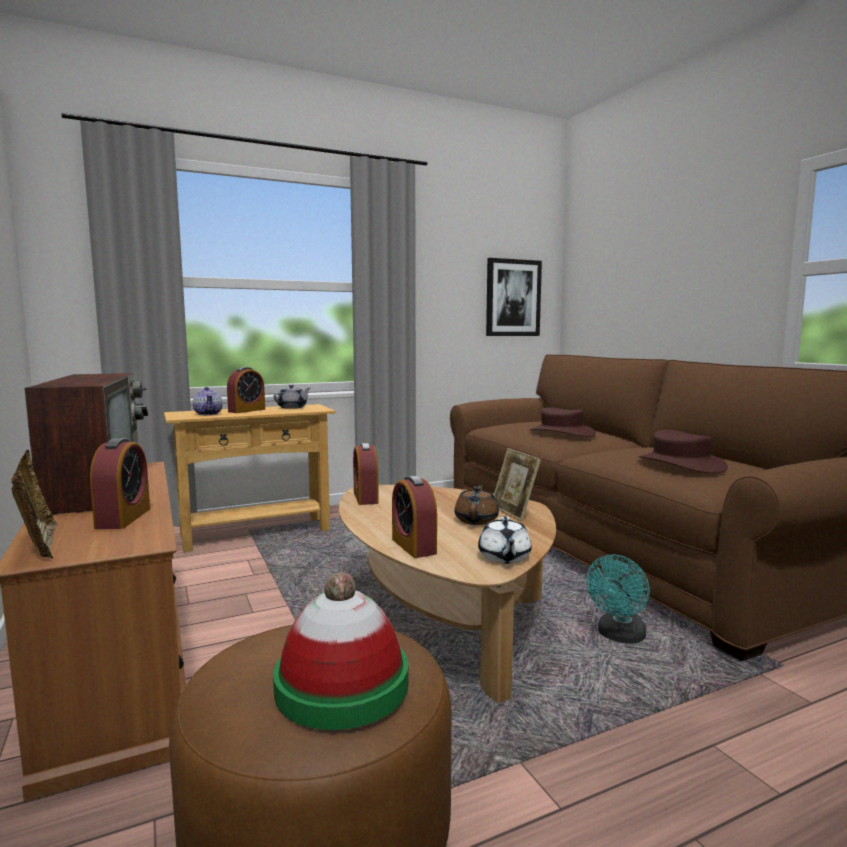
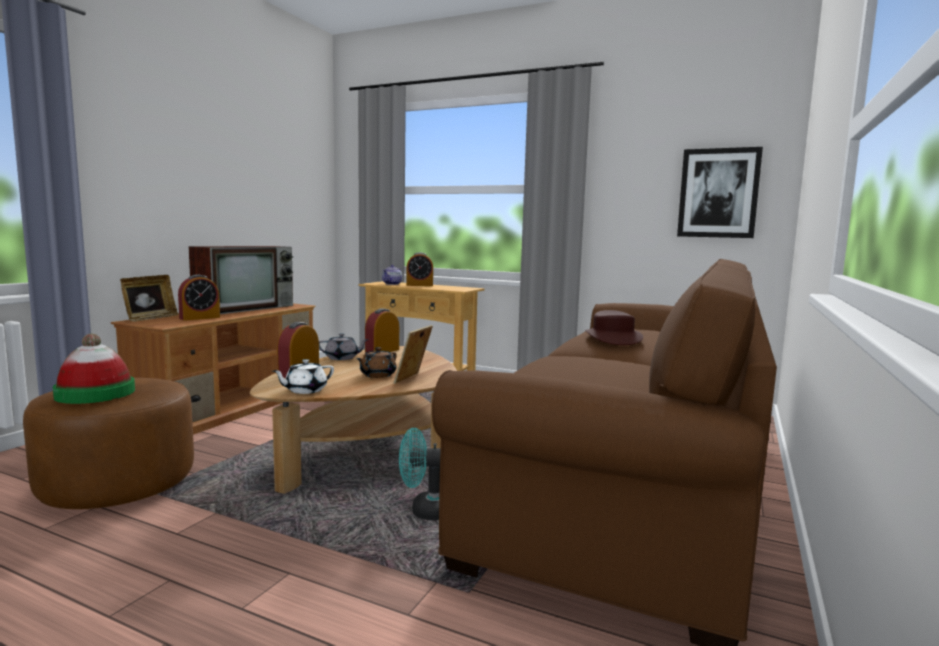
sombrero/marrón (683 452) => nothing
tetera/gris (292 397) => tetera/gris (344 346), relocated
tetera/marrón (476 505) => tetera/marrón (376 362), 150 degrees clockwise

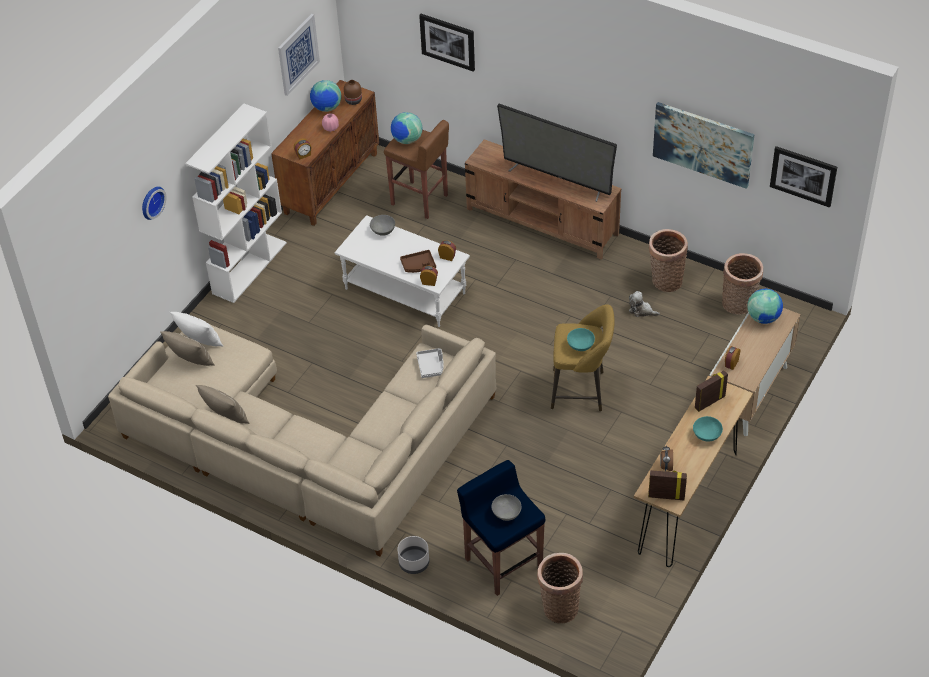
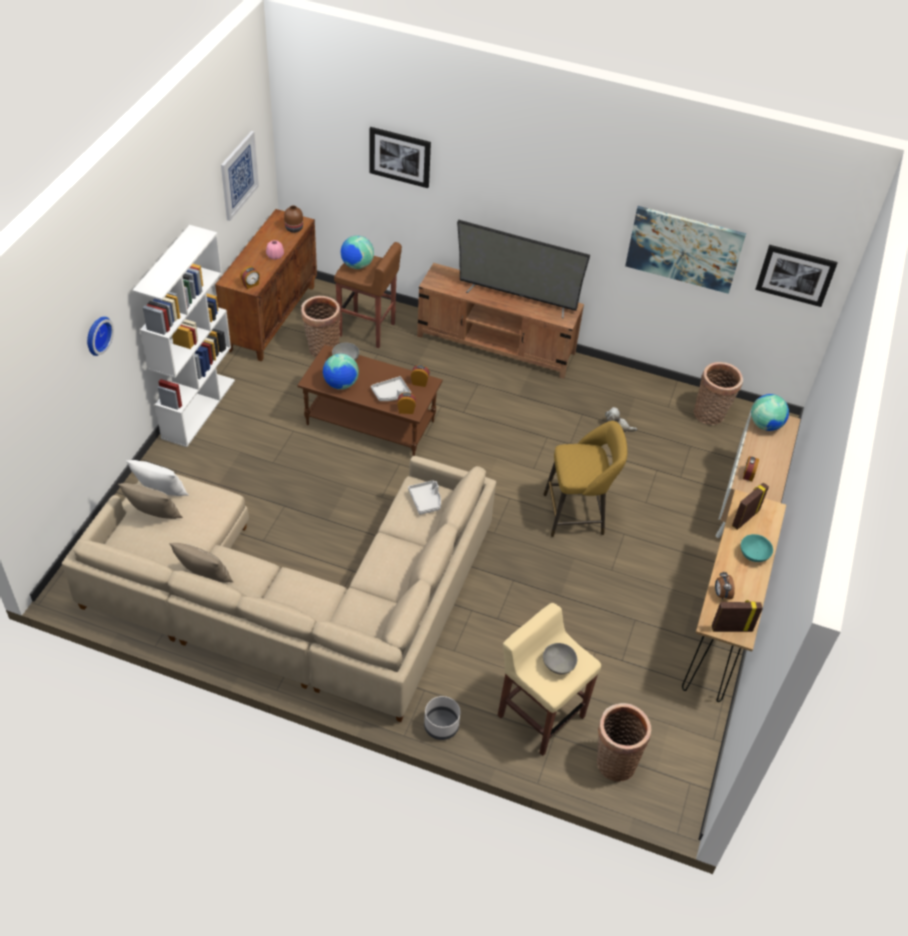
cuenco/turquesa (581 339) => nothing
globo terráqueo (325 96) => globo terráqueo (341 372), relocated
cesta (668 260) => cesta (321 327), relocated
mesa de centro/blanco (402 271) => mesa de centro/marrón (370 400)
bandeja/marrón (418 261) => bandeja/gris (391 388)
taburete/azul (501 528) => taburete/beis (549 679)

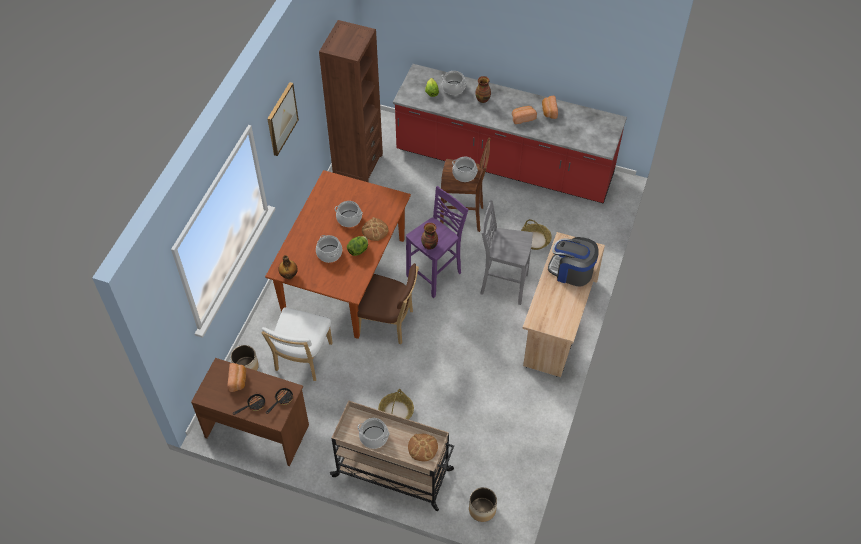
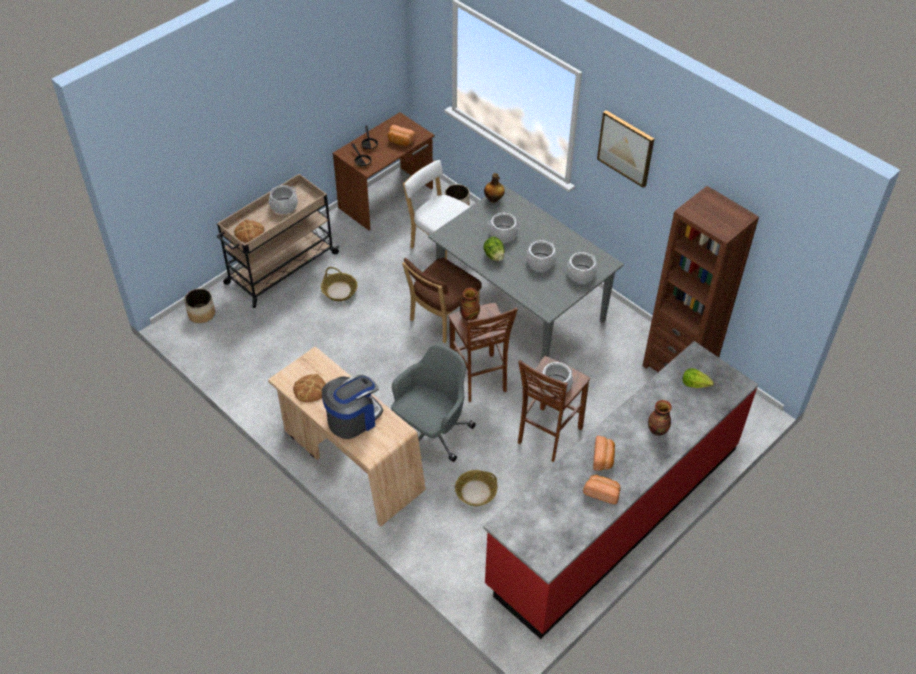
pan (375 229) => pan (309 388), relocated
olla (454 83) => olla (582 267), relocated
taburete/gris (507 252) => silla de oficina/gris (433 403)
mesa de comedor/marrón (338 254) => mesa de comedor/gris (526 272)
taburete/morado (437 242) => taburete/marrón (483 352)

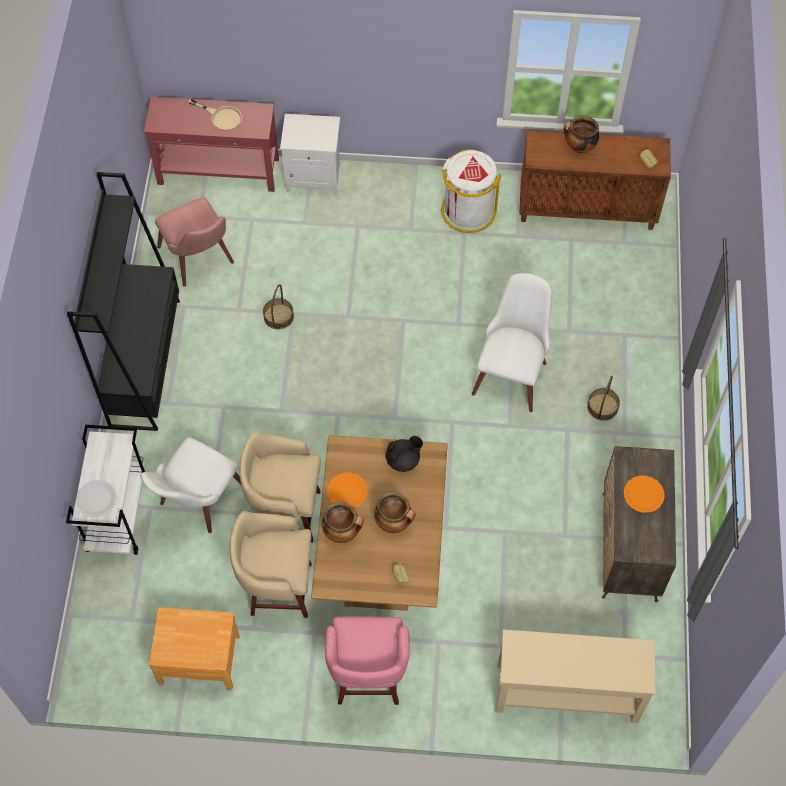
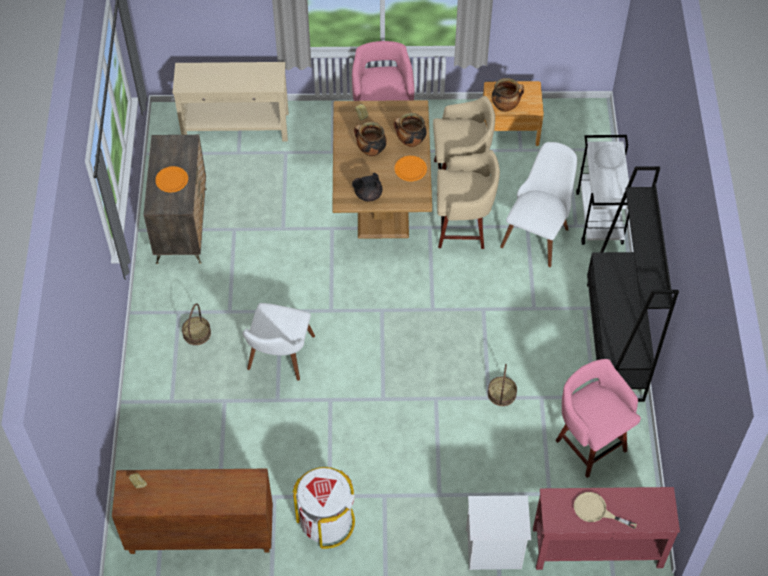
olla (581 134) => olla (508 95), relocated
silla/rosa (194 242) => taburete/rosa (598 418)

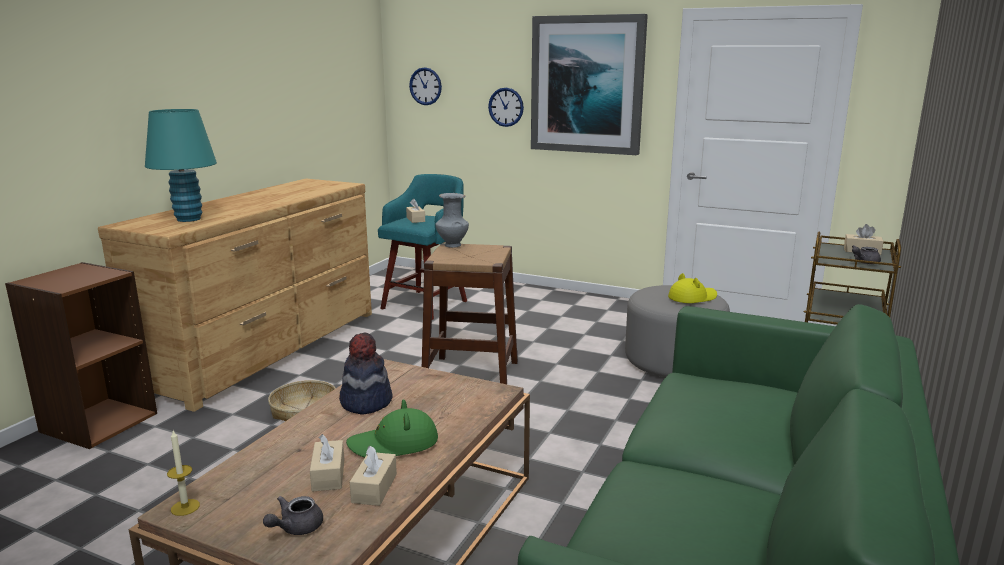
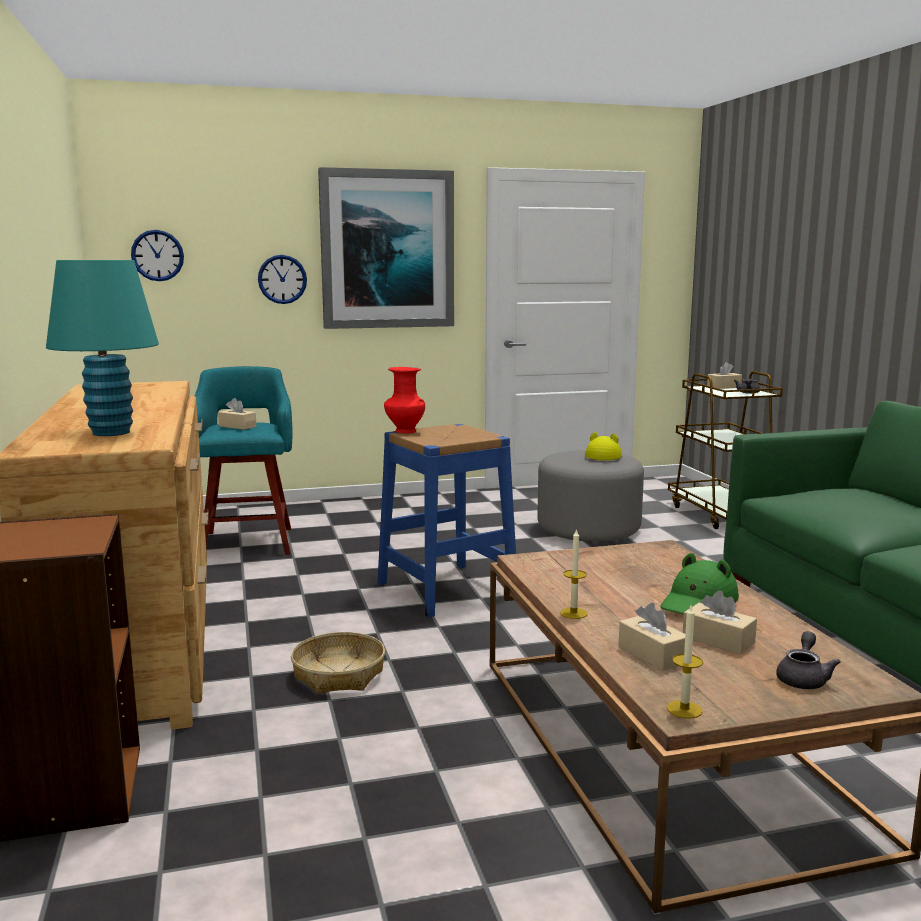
sombrero (366 373) => nothing
nothing => vela (573 573)
caja de pañuelos/beis (373 476) => caja de pañuelos/beis (652 637), relocated
taburete/marrón (470 313) => taburete/azul (446 521)
florero/gris (452 220) => florero/rojo (404 400)
tetera/gris (293 515) => tetera/gris (808 660), 150 degrees counterclockwise

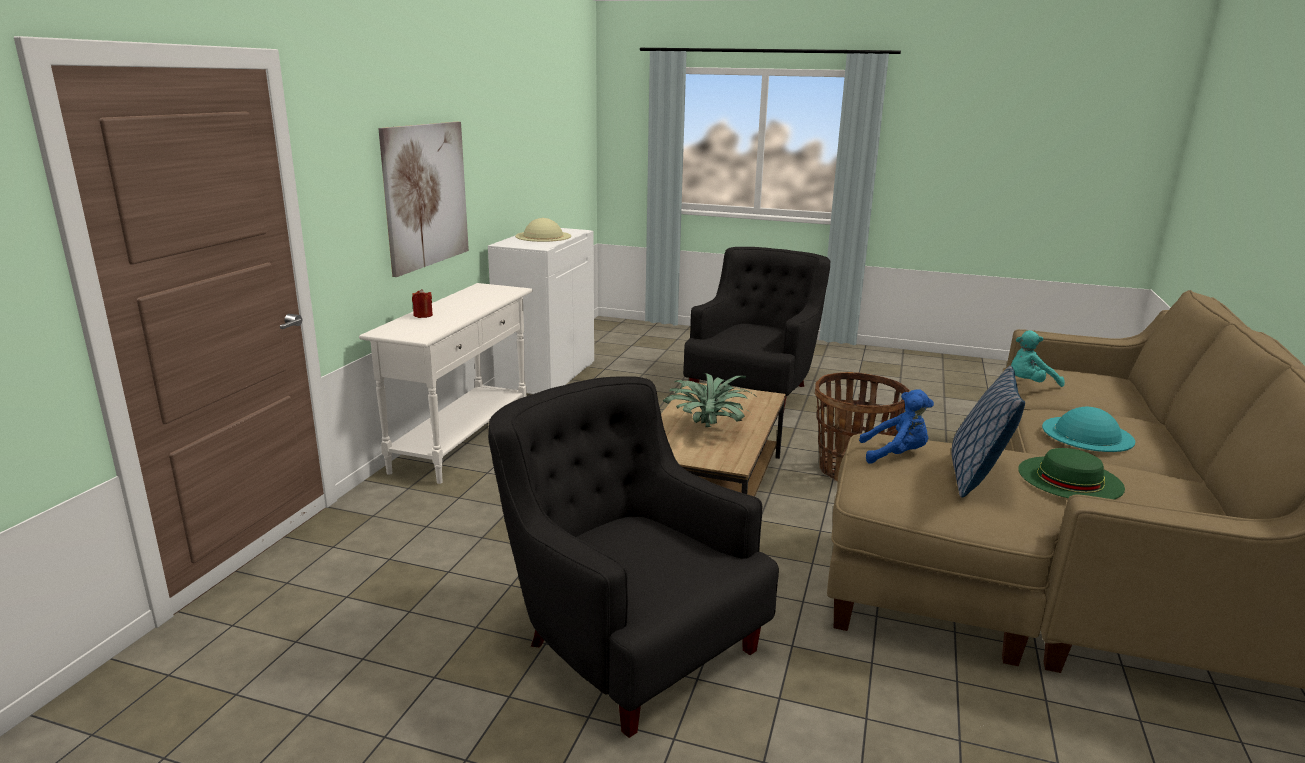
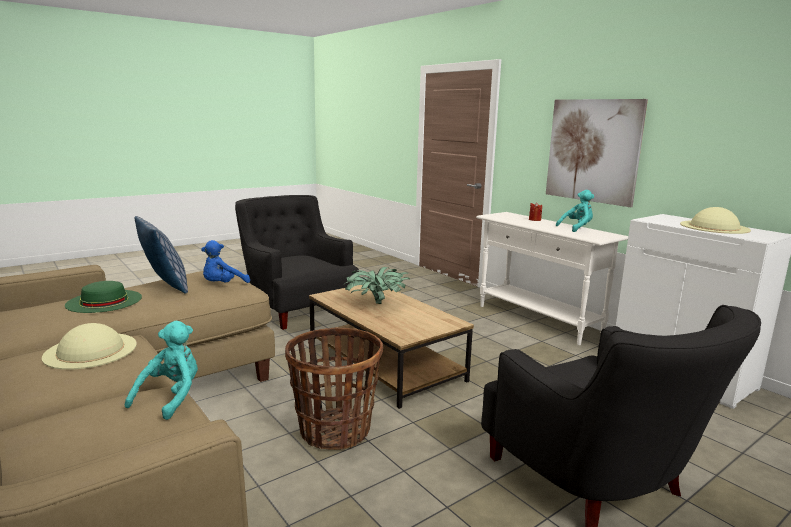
nothing => peluche/turquesa (575 211)
sombrero/turquesa (1088 429) => sombrero/beis (89 346)
sillón/negro (633 557) => sillón/negro (297 262), 120 degrees counterclockwise

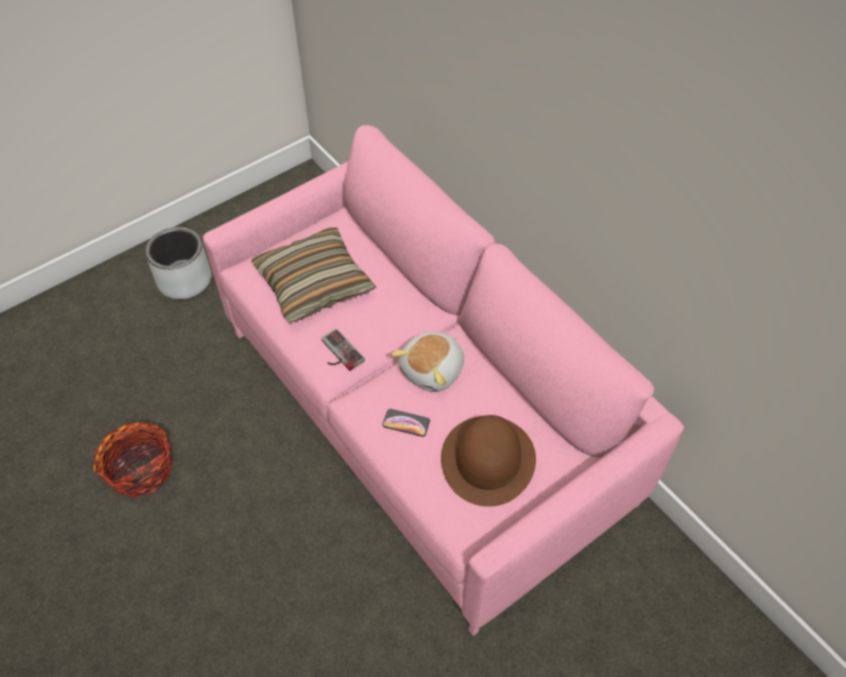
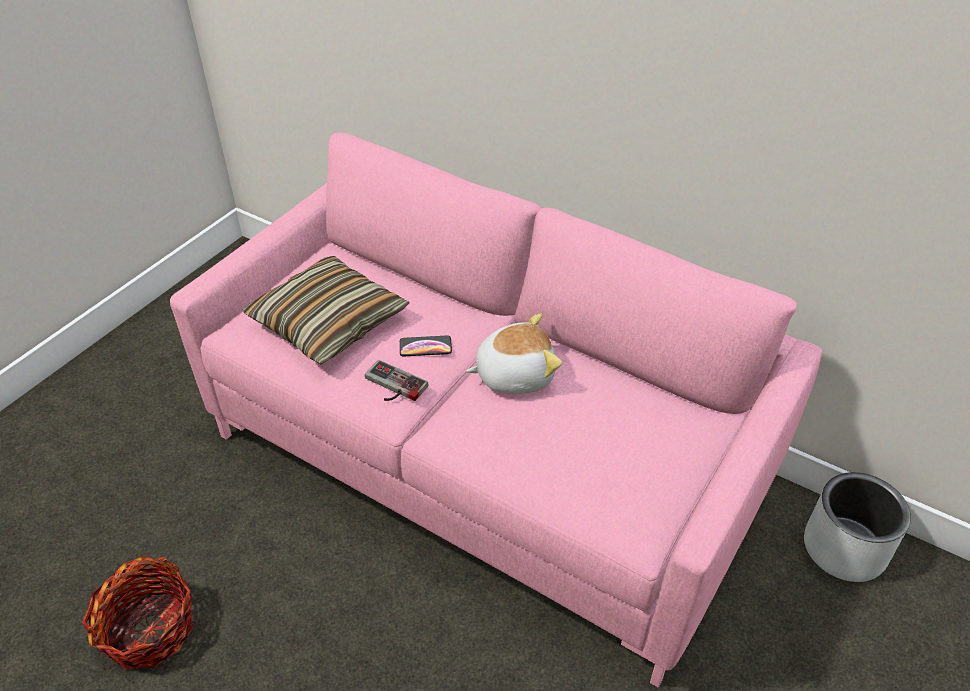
sombrero/marrón (488 461) => nothing
maceta/gris (178 263) => maceta/gris (857 527), relocated
móvil (406 423) => móvil (426 346), relocated
peluche (427 362) => peluche (514 353), 120 degrees counterclockwise

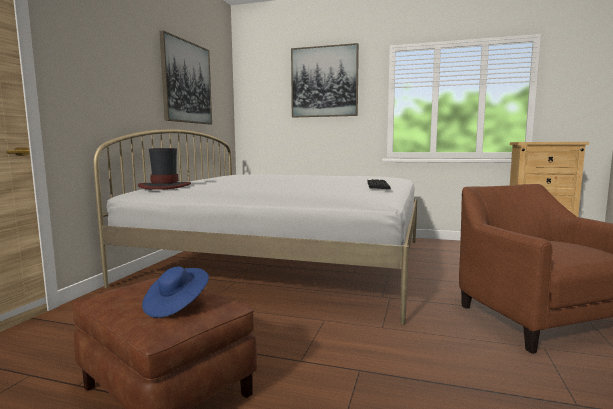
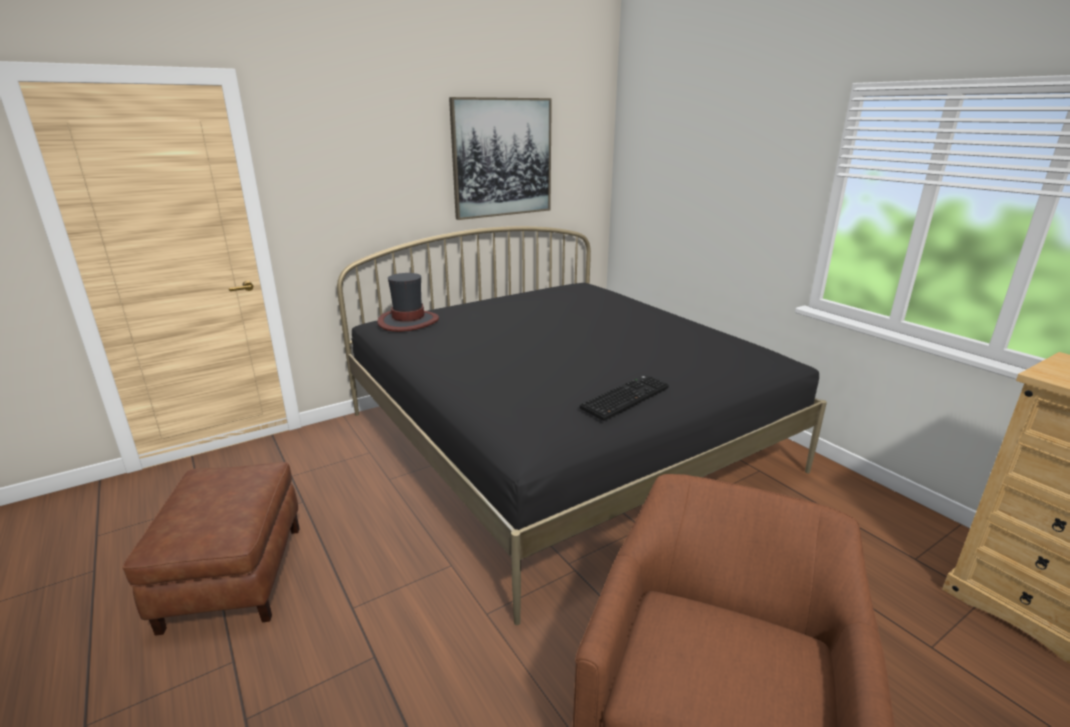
sombrero/azul (175 292) => nothing
cuadro (325 80) => nothing
cama/blanco (255 227) => cama/negro (582 425)

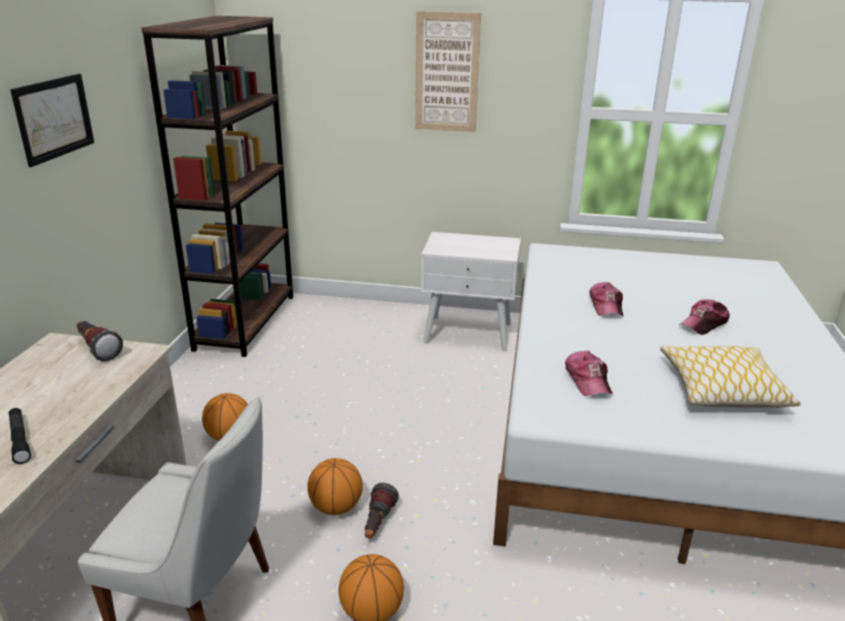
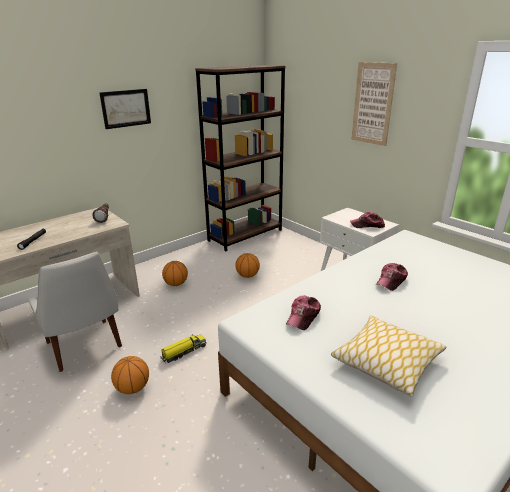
balón de baloncesto (335 486) => balón de baloncesto (247 265), relocated
gorra (704 317) => gorra (367 220), relocated
linterna (382 510) => camión de juguete (183 348)

